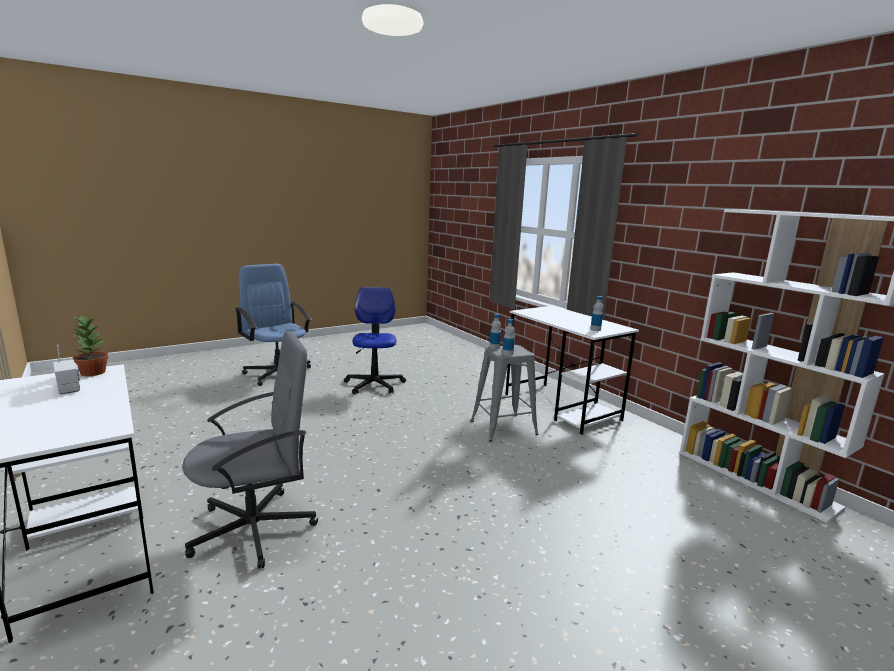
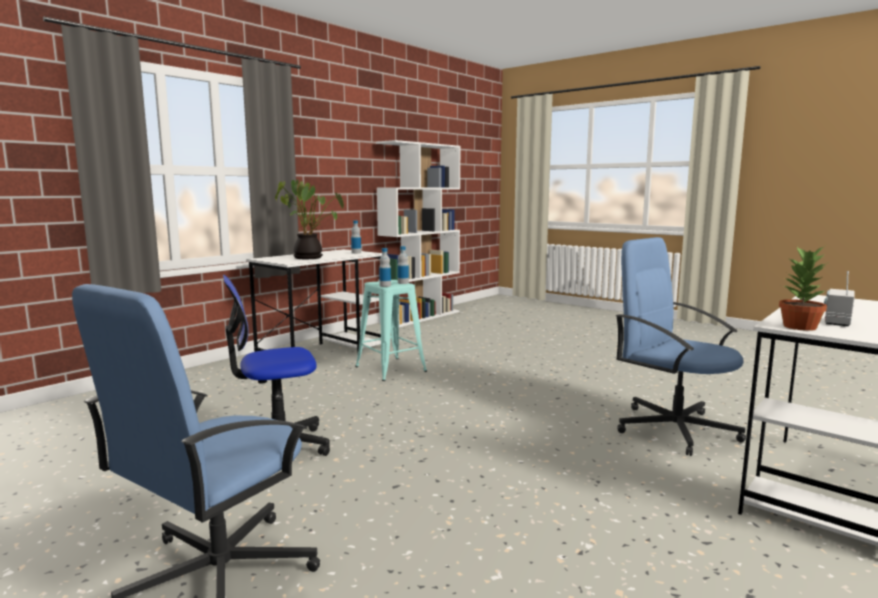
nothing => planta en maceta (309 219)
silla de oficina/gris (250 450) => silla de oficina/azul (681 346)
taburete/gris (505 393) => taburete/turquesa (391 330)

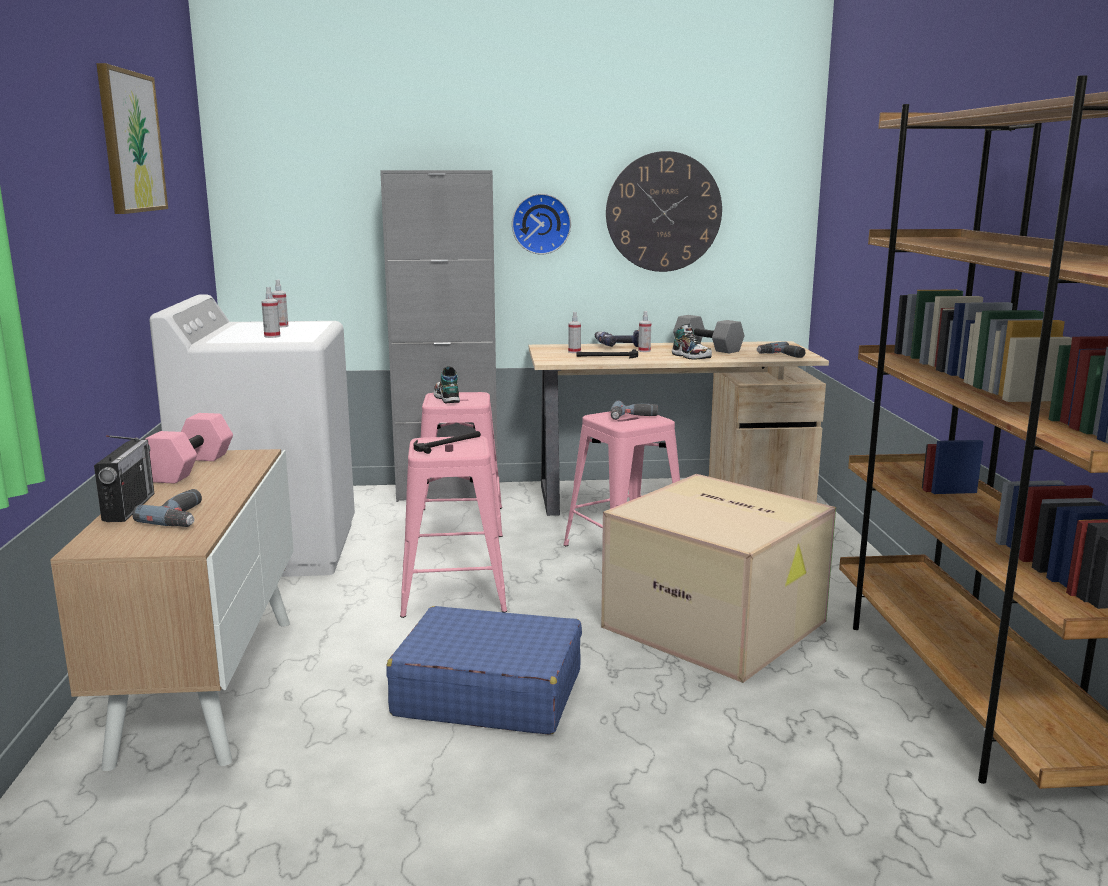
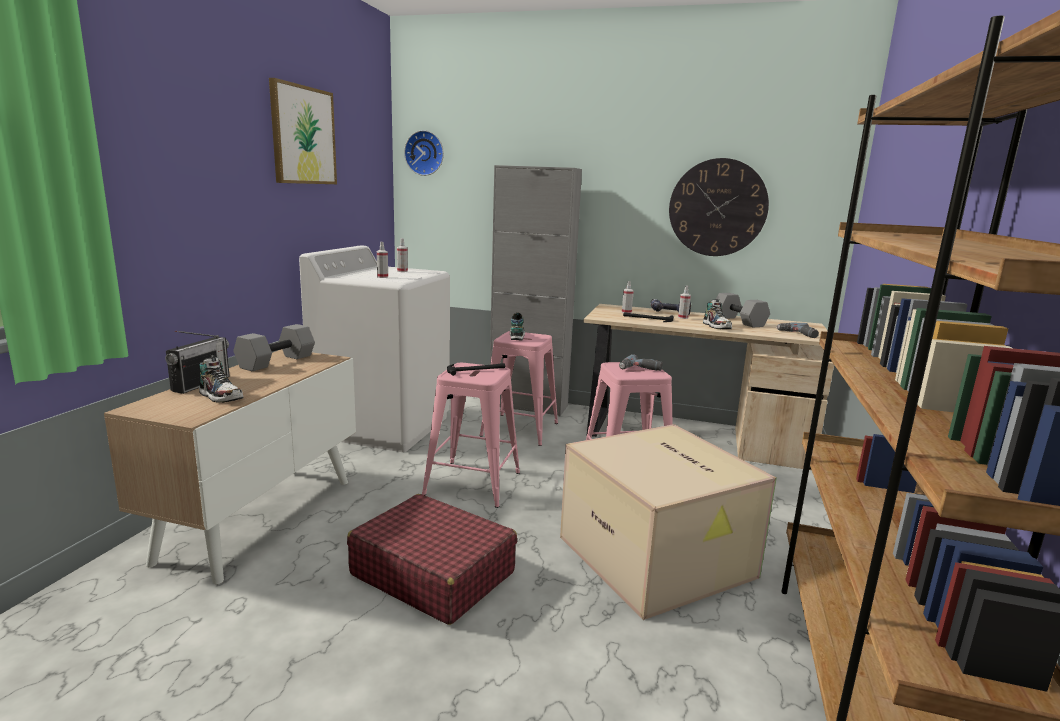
reloj de pared (541 224) => reloj de pared (424 153), relocated
taladro (167 508) => zapato (221 380)
mancuerna/rosa (189 448) => mancuerna/gris (274 347)
maleta/azul (484 670) => maleta/rojo (432 559)

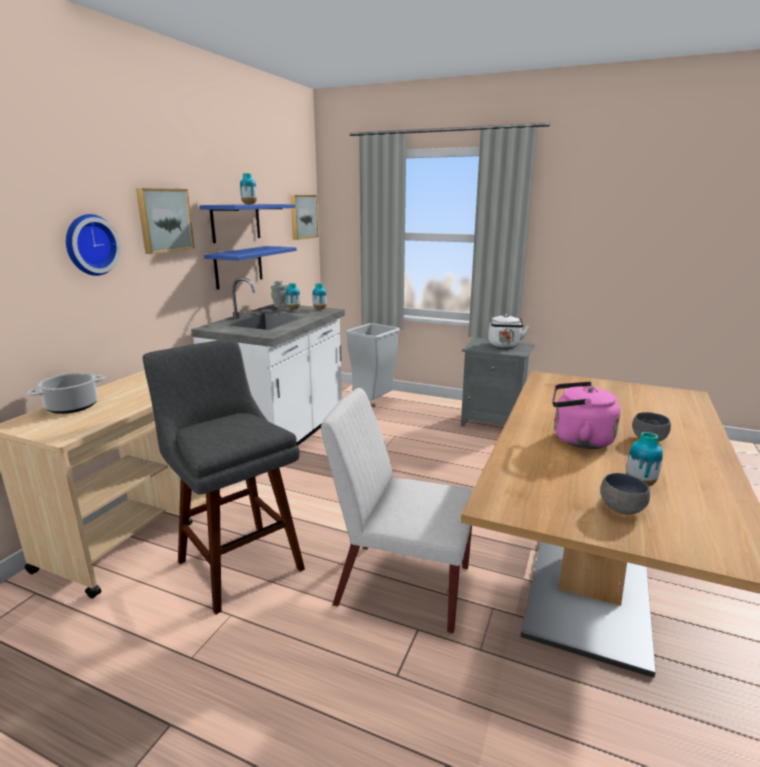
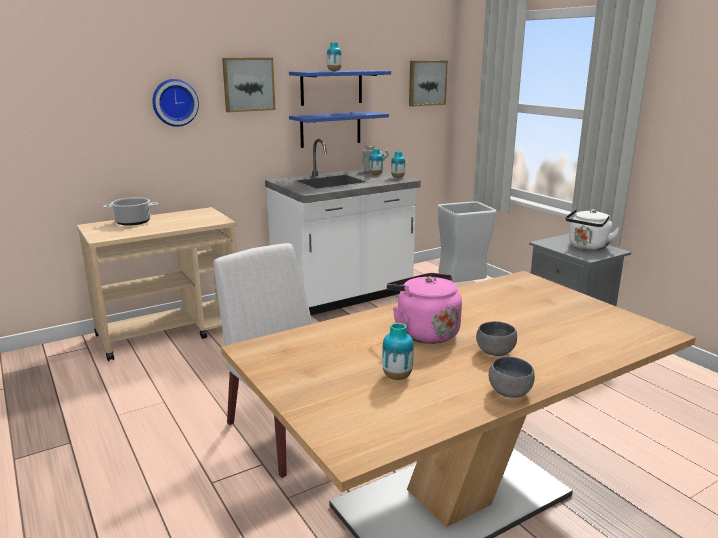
taburete/gris (224 476) => nothing
cuenco/gris (625 494) => cuenco/gris (512 377), relocated

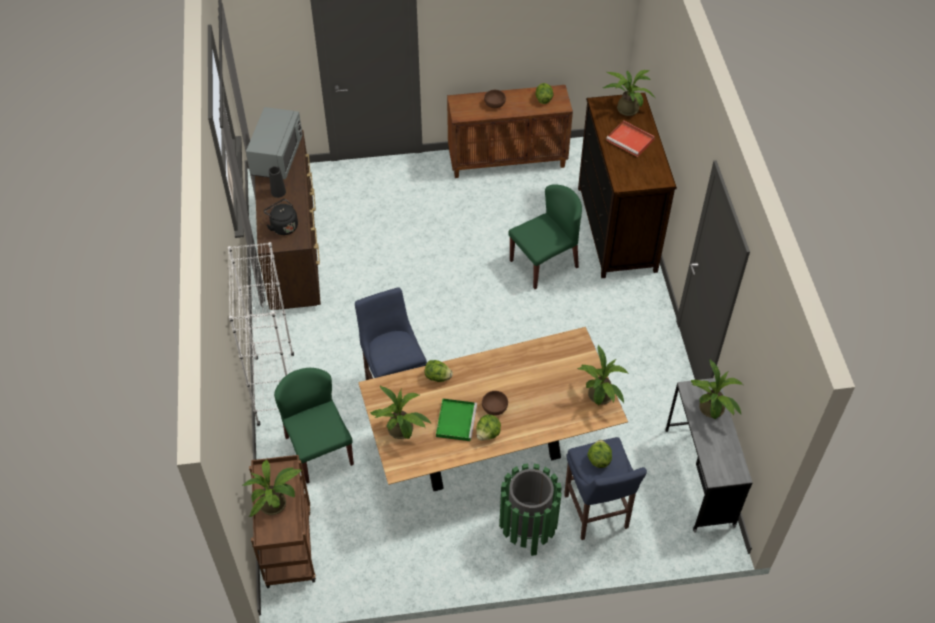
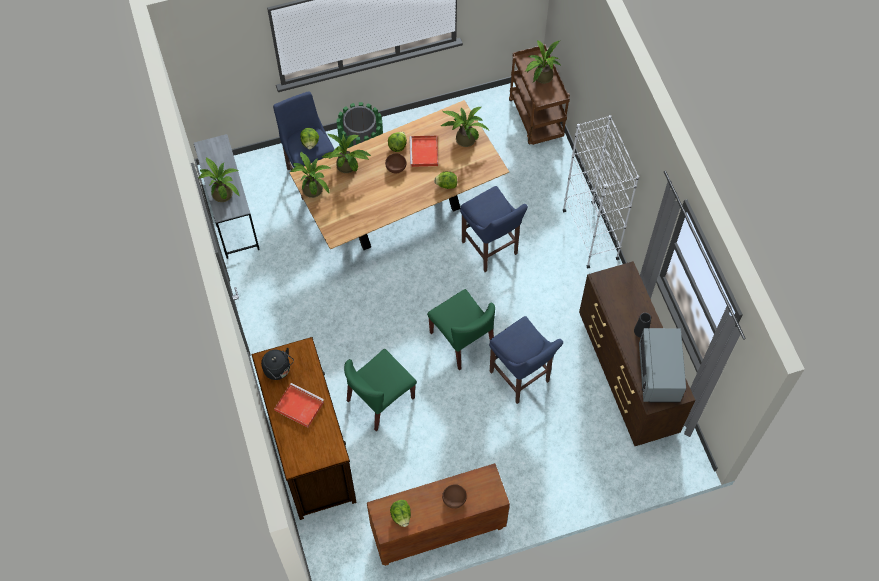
nothing => taburete/azul (526 360)
hervidor/negro (281 217) => hervidor/negro (277 364), relocated
silla/verde (314 425) => silla/verde (461 329), relocated
planta en maceta (629 93) => planta en maceta (347 153), relocated
bandeja/verde (456 419) => bandeja/rojo (423 151)

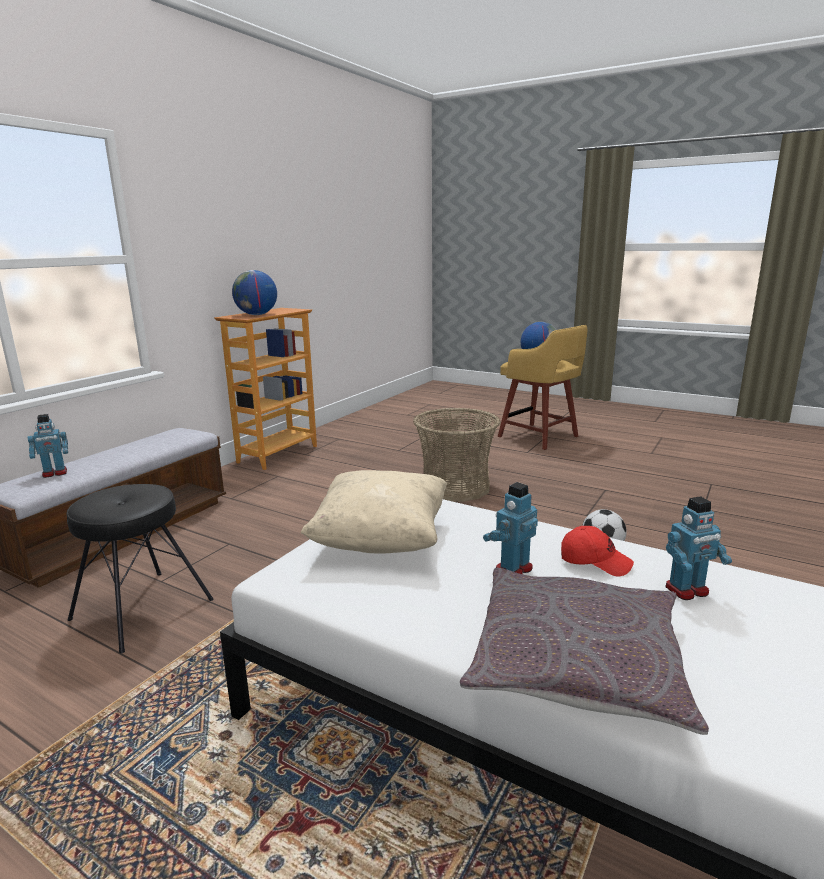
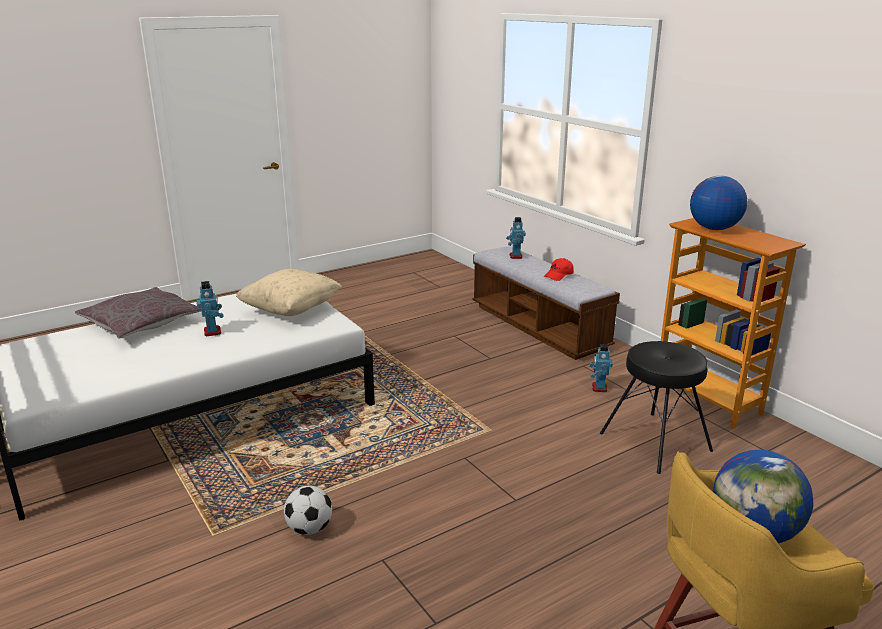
cesta (457 455) => nothing
taburete/negro (140 569) => taburete/negro (656 407), relocated
gorra/rojo (597 551) => gorra/rojo (559 269), relocated
robot de juguete (698 548) => robot de juguete (601 368), relocated

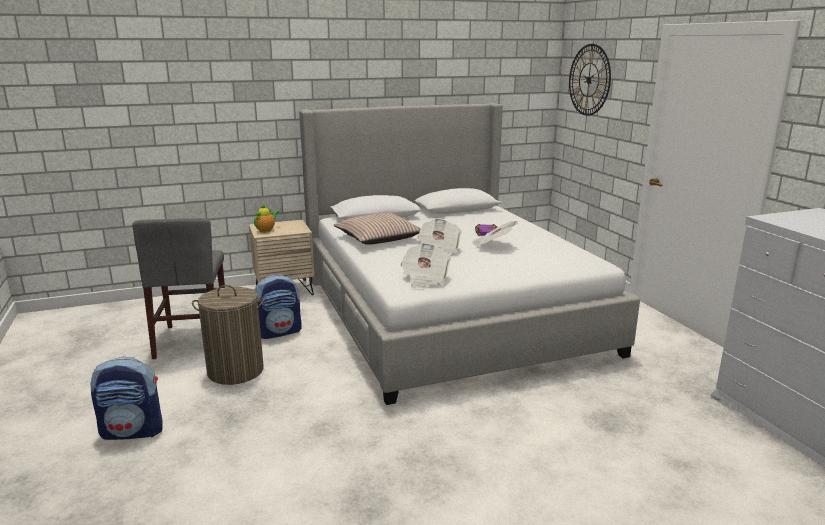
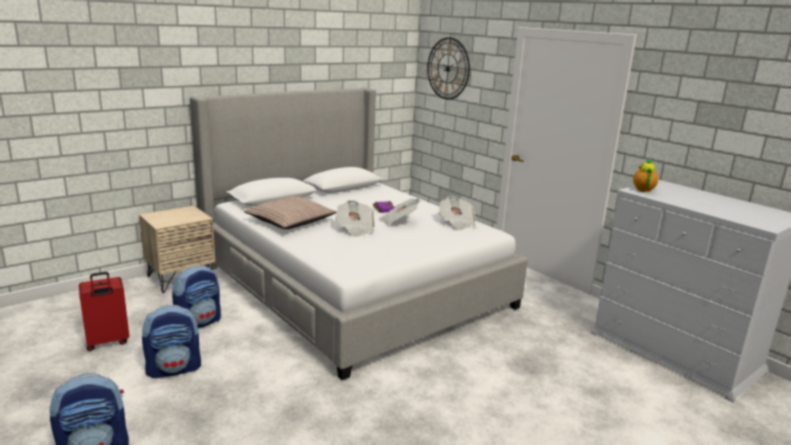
tetera (266 218) => tetera (645 175), relocated
periódico (426 265) => periódico (457 213), relocated
silla/gris (178 288) => maleta/rojo (104 311)
cesto de la ropa (228 335) => mochila (171 341)

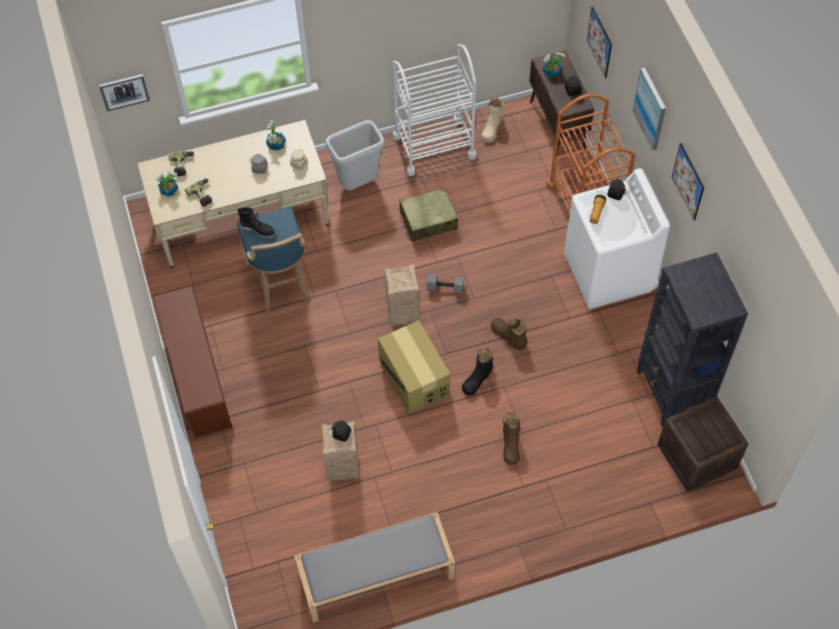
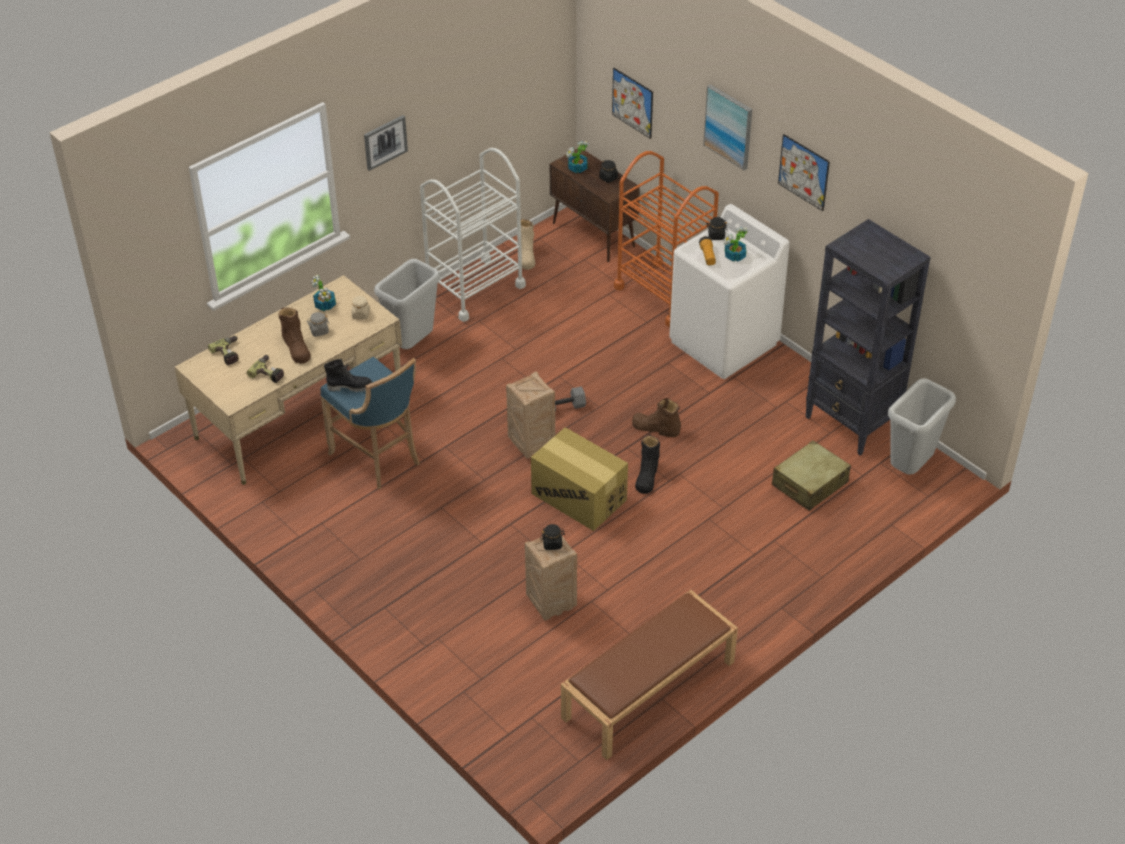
zapatero/marrón (193 362) => nothing
cuadro (124 92) => cuadro (386 143), relocated
planta en maceta (167 184) => planta en maceta (736 244), relocated
maleta/beis (428 215) => maleta/beis (811 476), relocated
bota/marrón (511 439) => bota/marrón (295 335), relocated
caja de embalaje (703 444) => papelera/gris (922 426)
banco/gris (374 567) => banco/marrón (649 675)

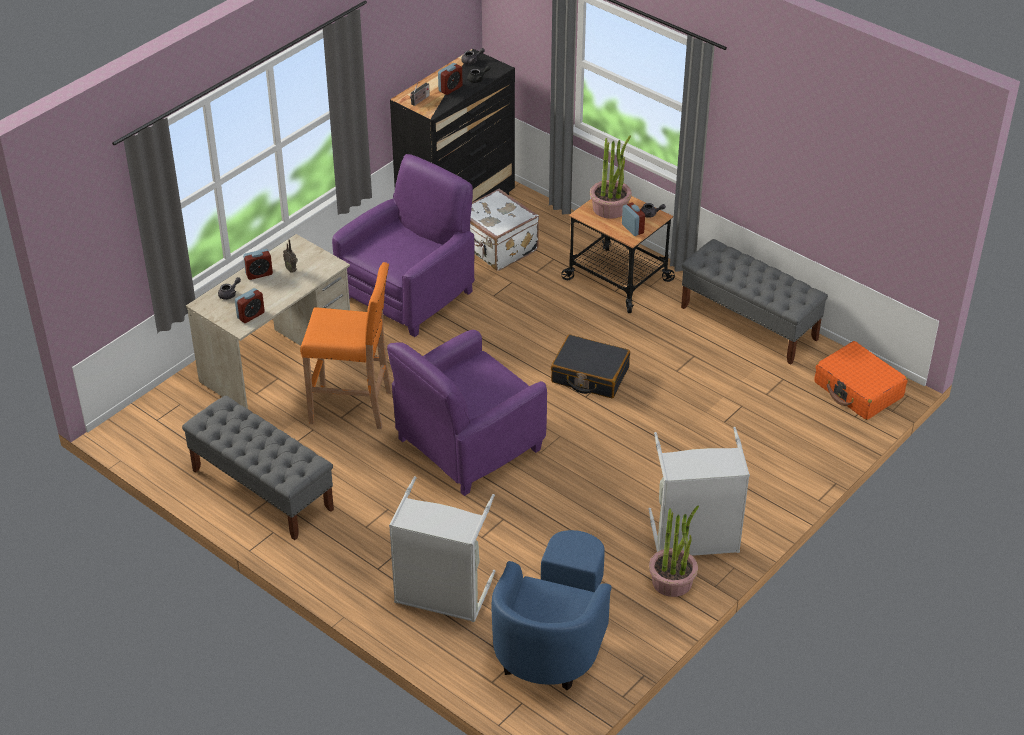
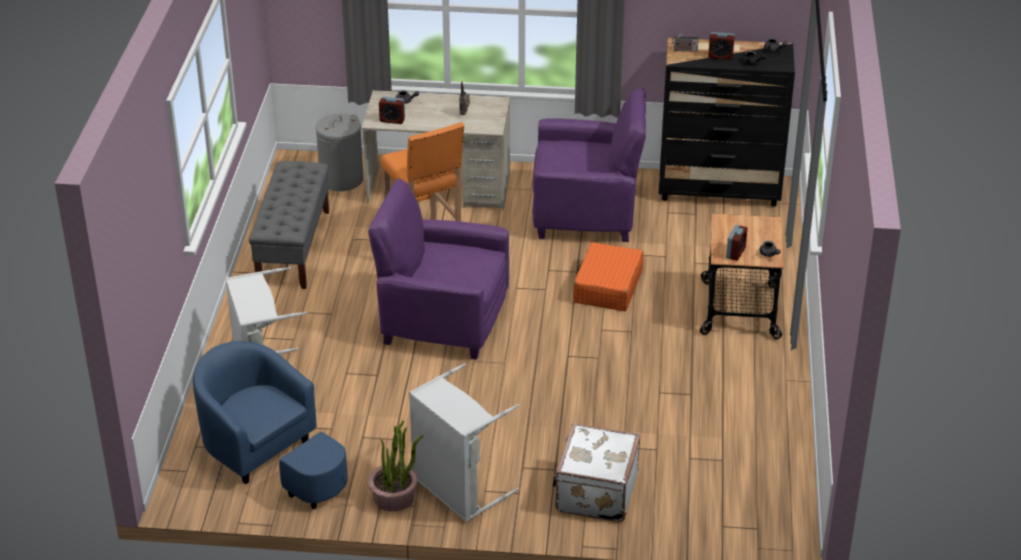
despertador (258 264) => nothing
maleta/negro (590 366) => nothing
planta en maceta (611 177) => nothing
banco/gris (754 301) => nothing
nothing => cesto de la ropa/gris (340 152)
maleta/blanco (504 230) => maleta/blanco (596 472), relocated
maleta/naranja (861 380) => maleta/naranja (608 276), relocated
sillón/azul (551 610) => sillón/azul (270 425), 60 degrees clockwise

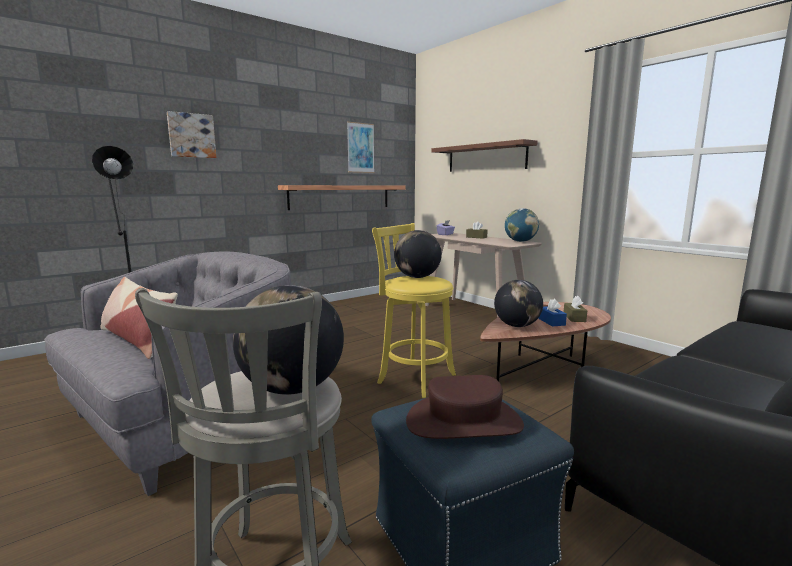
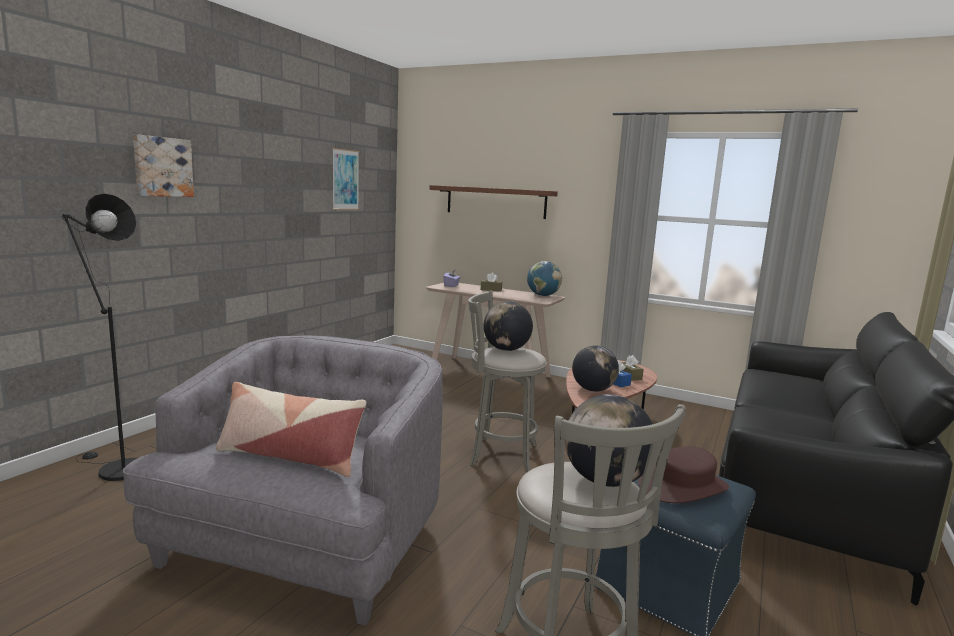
estante (341 197) => nothing
taburete/amarillo (414 310) => taburete/gris (507 382)

